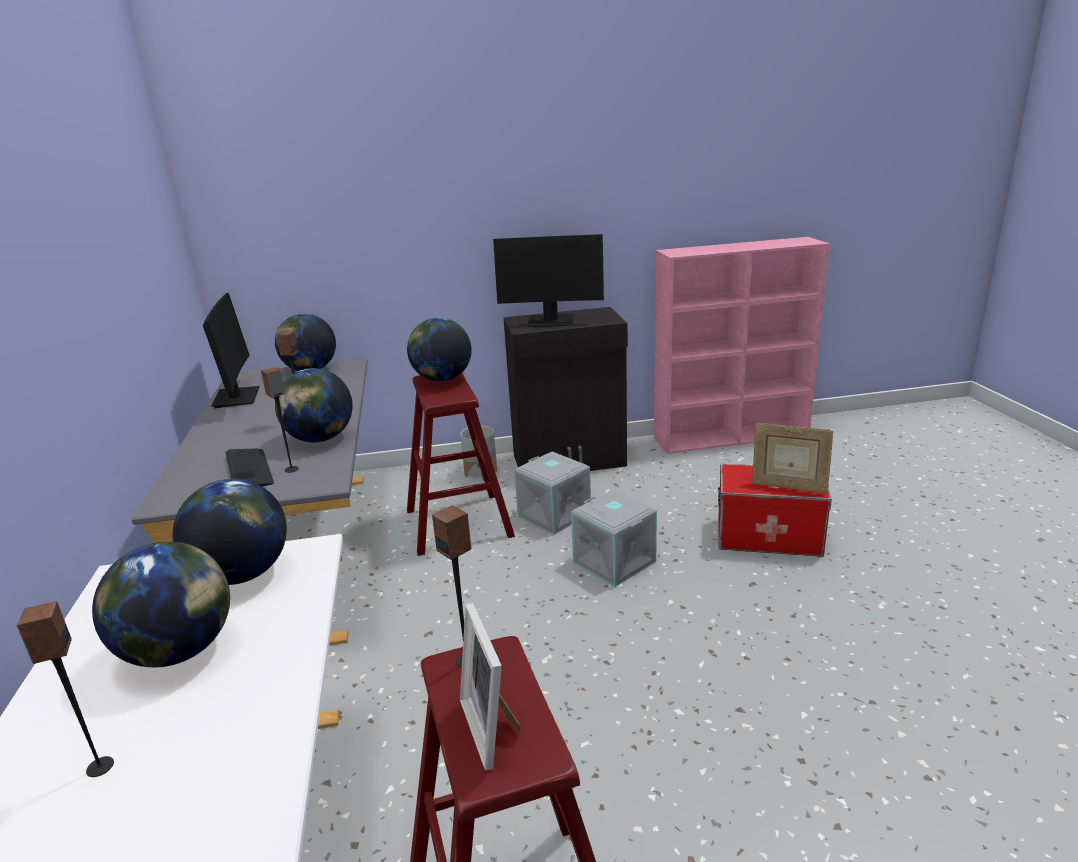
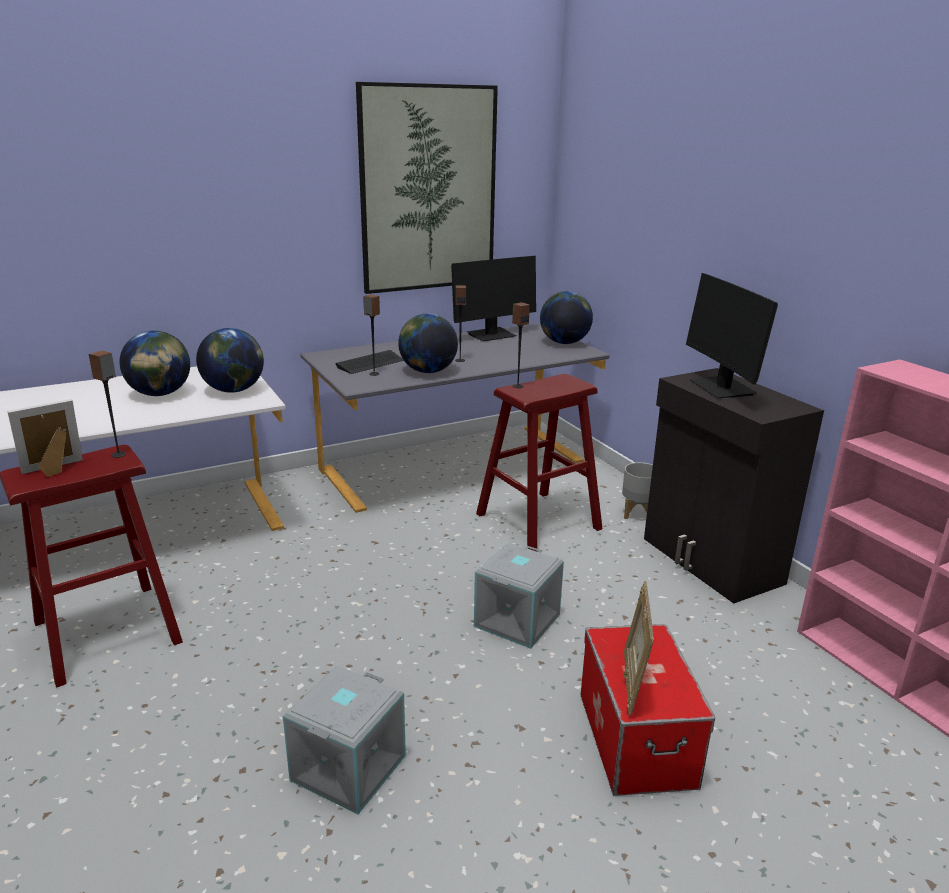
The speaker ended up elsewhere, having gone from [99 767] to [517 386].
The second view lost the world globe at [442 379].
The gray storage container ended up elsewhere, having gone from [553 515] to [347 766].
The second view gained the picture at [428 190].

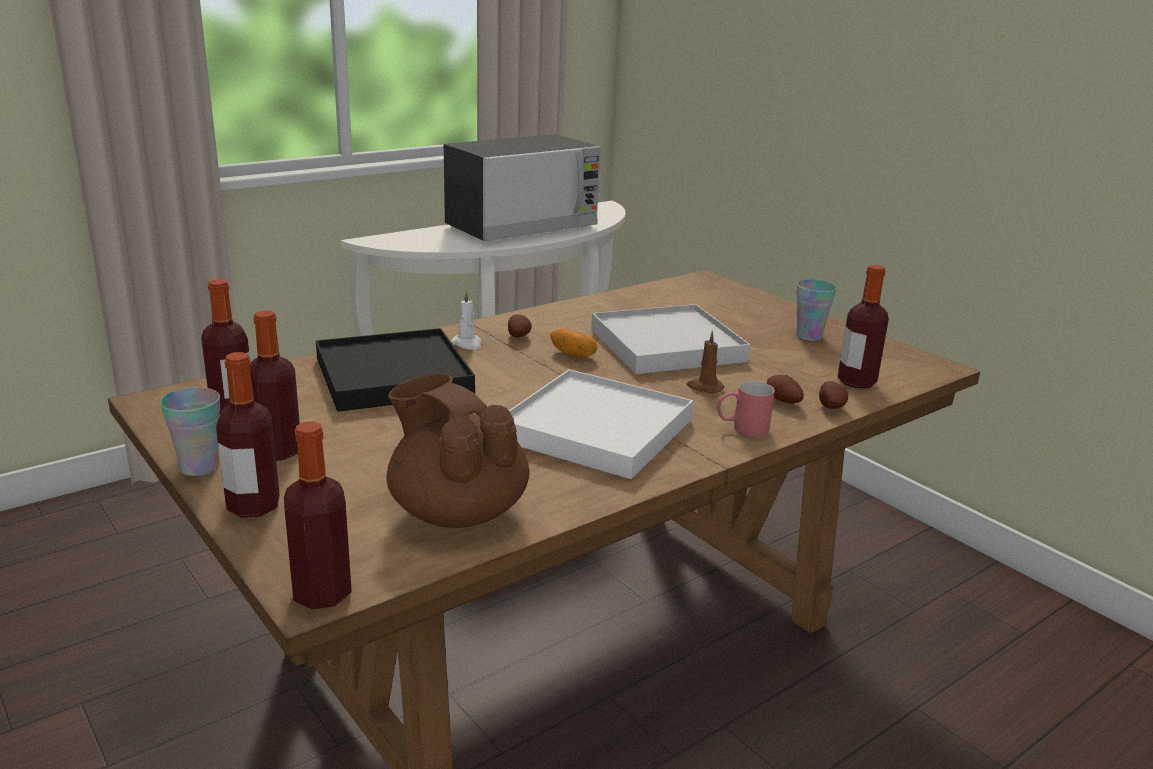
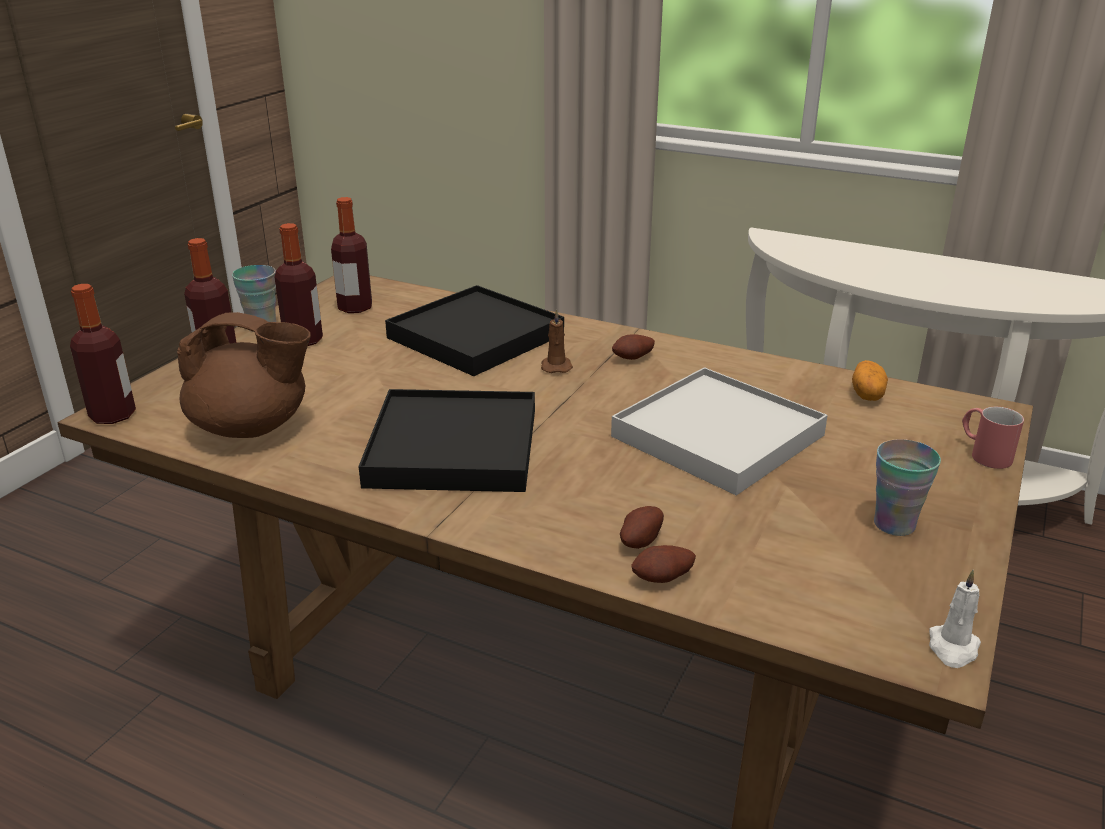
The brown-coloured tea pot at [457 511] ended up facing another way, 75 degrees clockwise from before.
The second view lost the kitchen microwave at [522 226].
The white-coloured wax candle ended up elsewhere, having gone from [467 344] to [953 648].
What was the white-coloured tray at [596 429] turned into the black tray at [453 447].
The potato ended up elsewhere, having gone from [573 354] to [867 394].
The brown-coloured wax candle ended up elsewhere, having gone from [704 387] to [556 366].
The reddish tea mug ended up elsewhere, having gone from [742 428] to [983 454].
The second view lost the beverage bottle at [856 382].

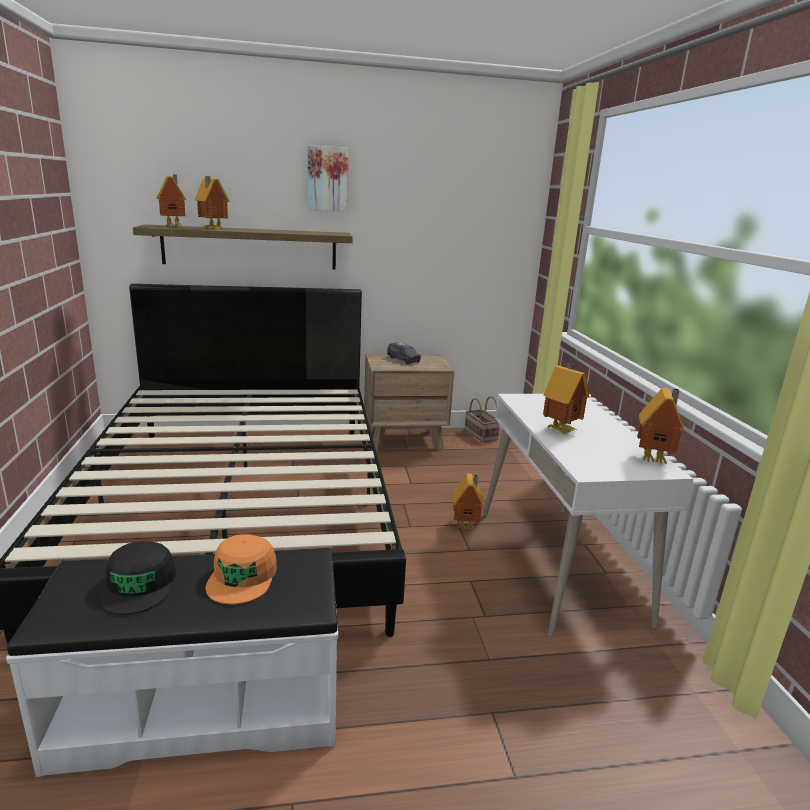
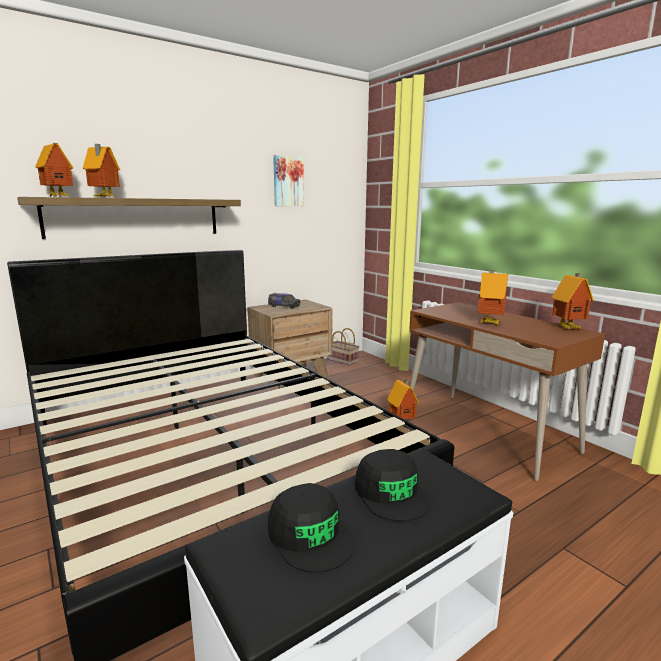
What was the orange peaked cap at [243 577] turned into the black peaked cap at [391 493].
The picture ended up elsewhere, having gone from [327 179] to [287 181].
What was the white-coloured desk at [558 564] turned into the brown-coloured desk at [487 432].

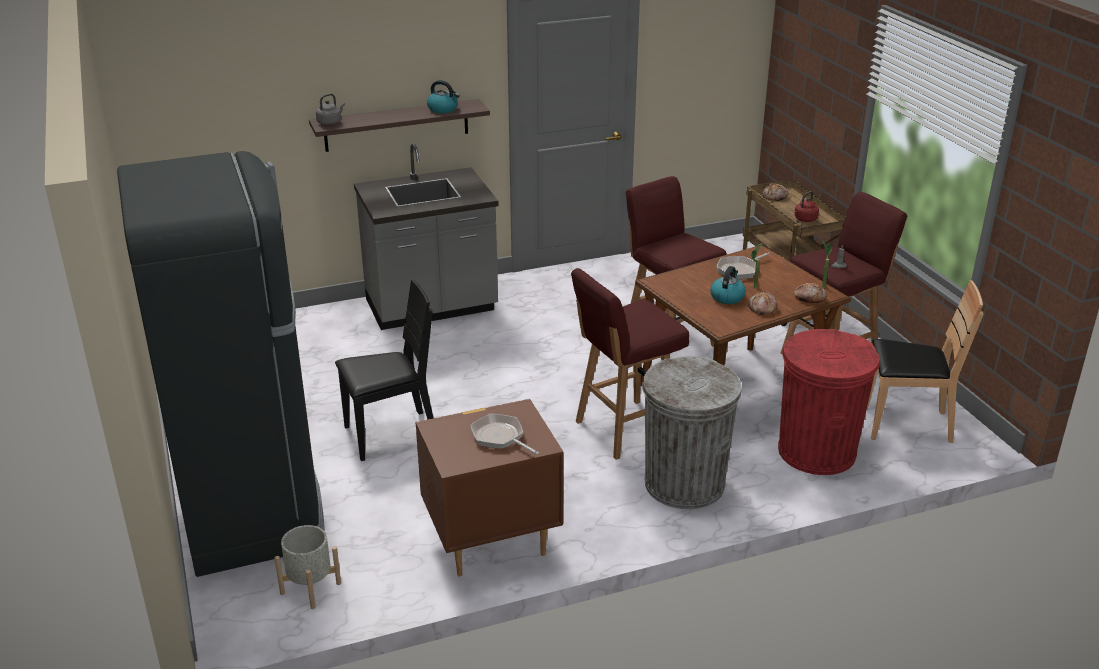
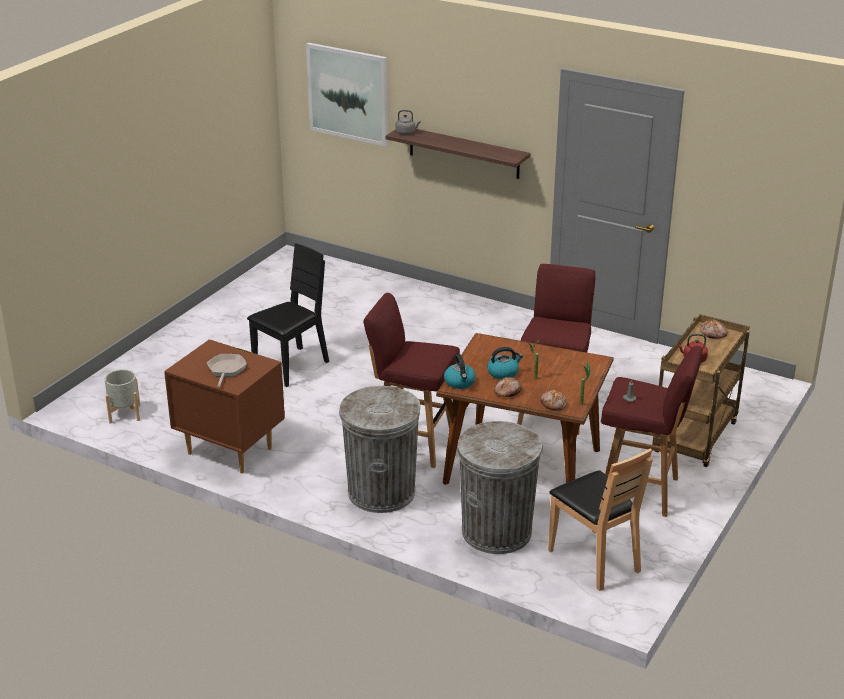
The second view lost the black fridge at [252 511].
The black upright chair at [390 435] ended up facing another way, 75 degrees counterclockwise from before.
The second view lost the gray kitchen base unit at [431 308].
The kettle ended up elsewhere, having gone from [443 109] to [460 382].
The second view lost the pan at [740 270].
What was the reddish waste bin at [816 452] turned into the gray waste bin at [496 531].
The second view gained the picture at [348 93].

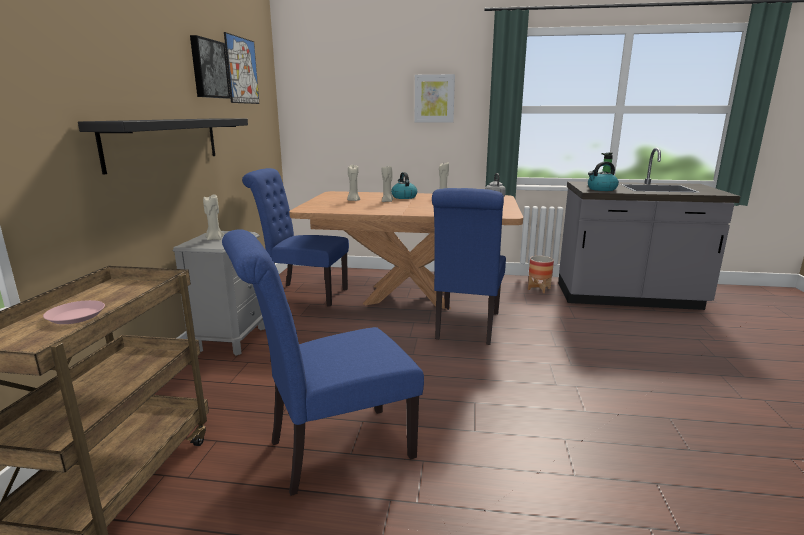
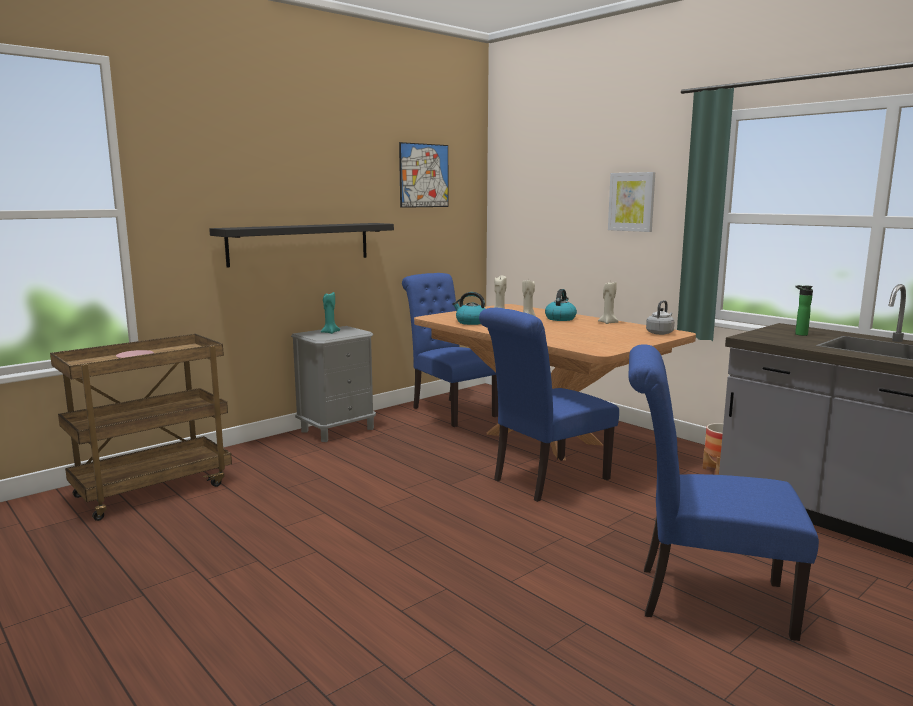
The second view lost the picture at [208 69].
What was the sand-coloured wax candle at [214 239] turned into the turquoise wax candle at [330 332].
The blue upright chair ended up elsewhere, having gone from [332 451] to [702 598].
The kettle ended up elsewhere, having gone from [601 189] to [471 322].

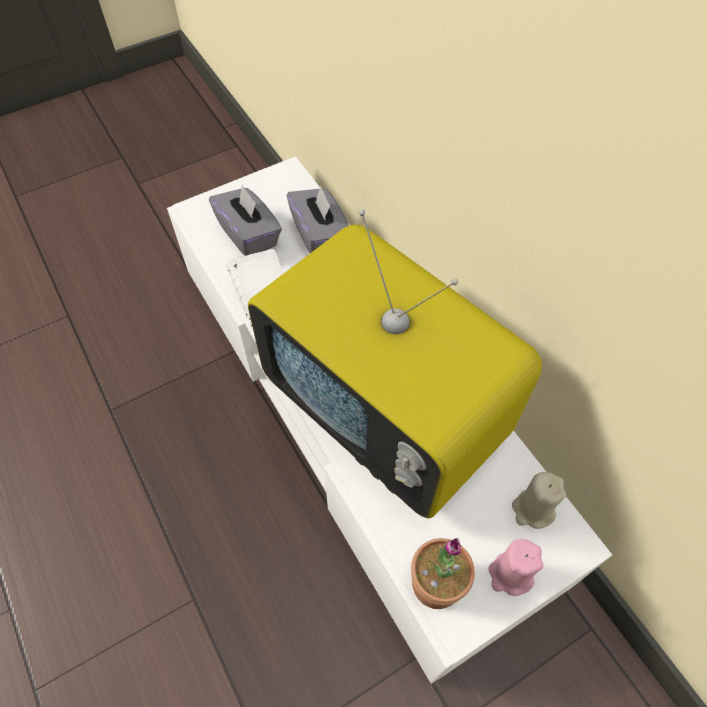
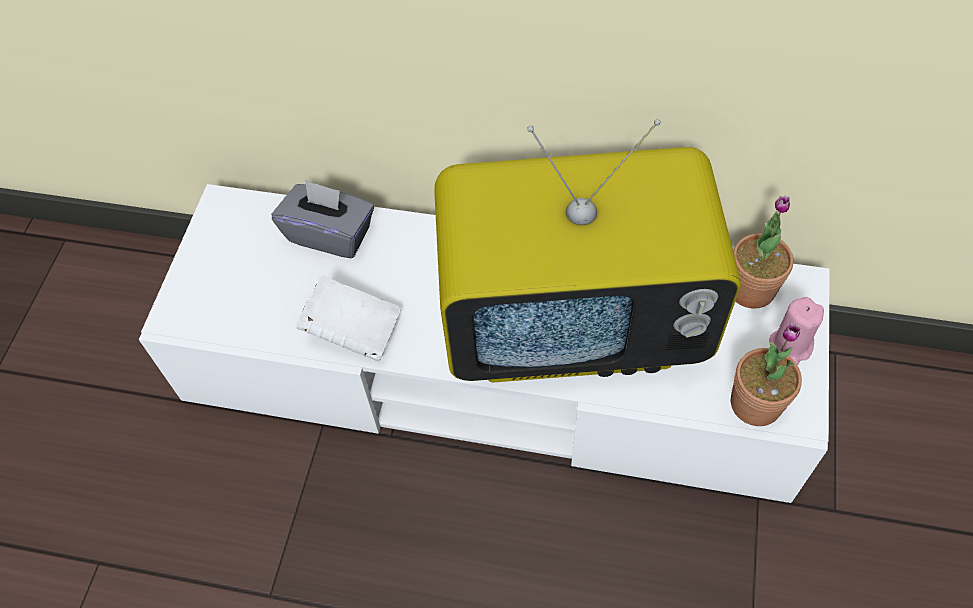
The second view lost the gray tissue box at [249 235].
Where the sand-coloured wax candle stood at [532 510], the plant in a pot came to stand at [751 289].

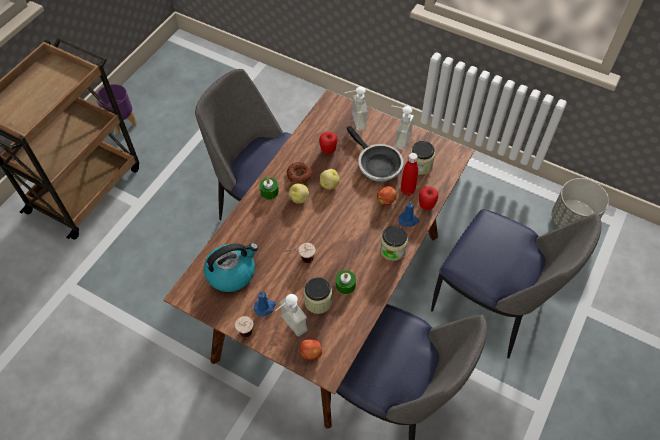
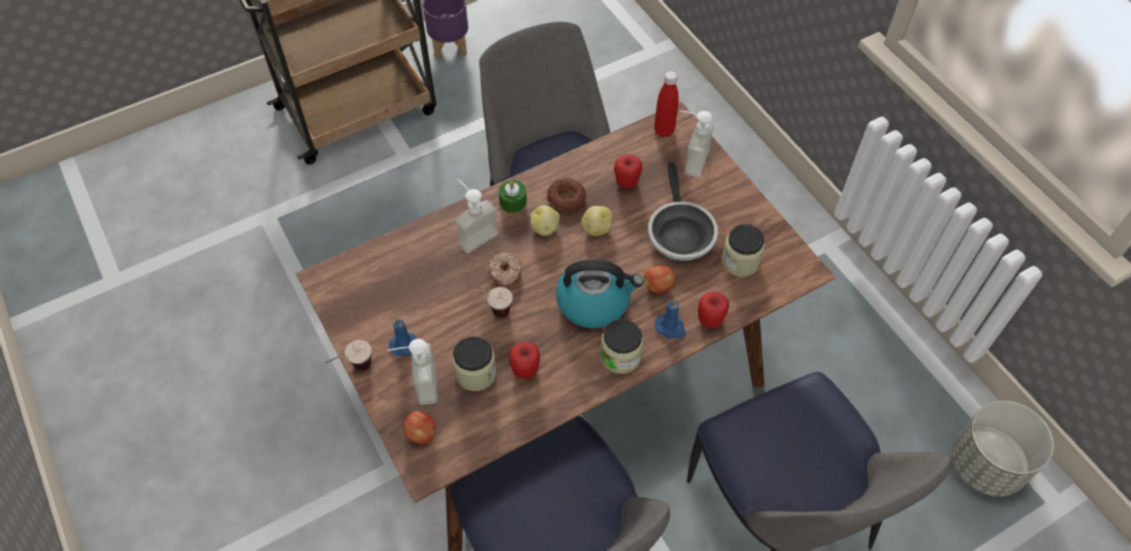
The kettle ended up elsewhere, having gone from [231 272] to [594 302].
Where the greenish wax candle stood at [345 285], the apple fruit came to stand at [525 370].
The soap dispenser ended up elsewhere, having gone from [398 138] to [474 233].
The reddish beverage bottle ended up elsewhere, having gone from [407 190] to [664 131].
The second view gained the doughnut at [505 273].

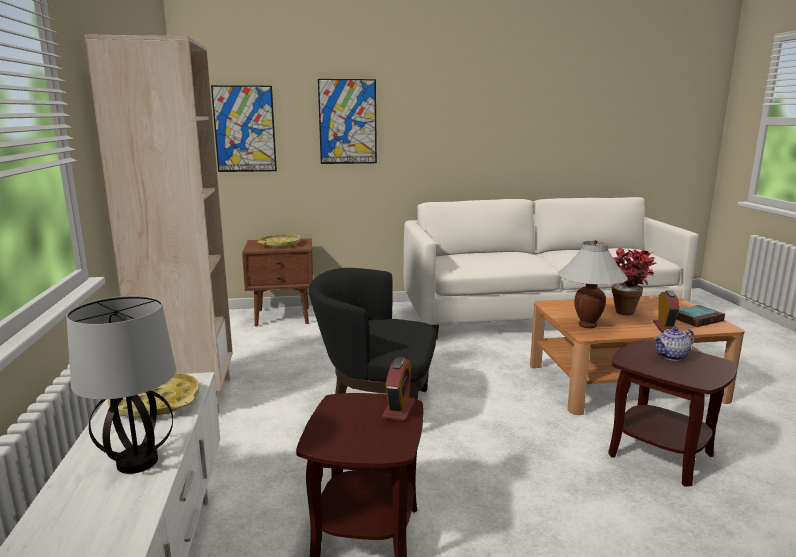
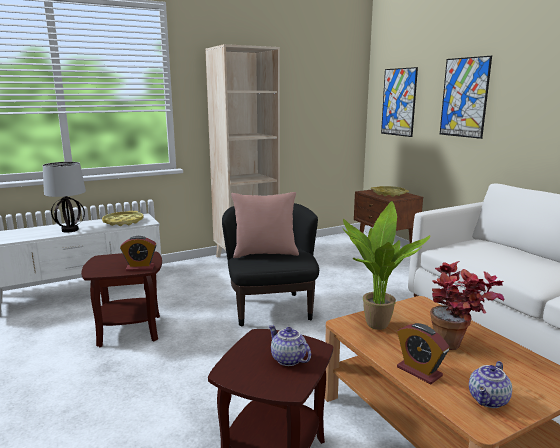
Where the white-coloured lamp for a table stood at [587 325], the plant in a pot came to stand at [373 324].
The table clock at [665 327] ended up facing another way, 60 degrees clockwise from before.
Where the bound book stood at [697 319], the tea pot came to stand at [489 400].
The second view gained the pink-coloured throw pillow at [265 253].

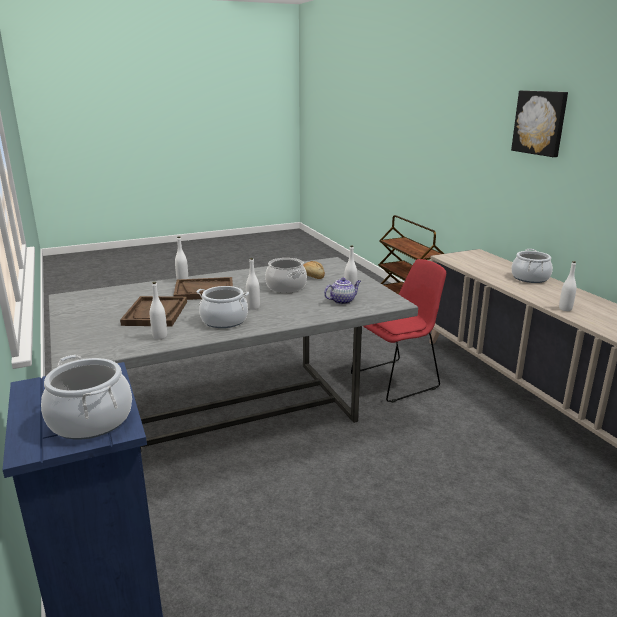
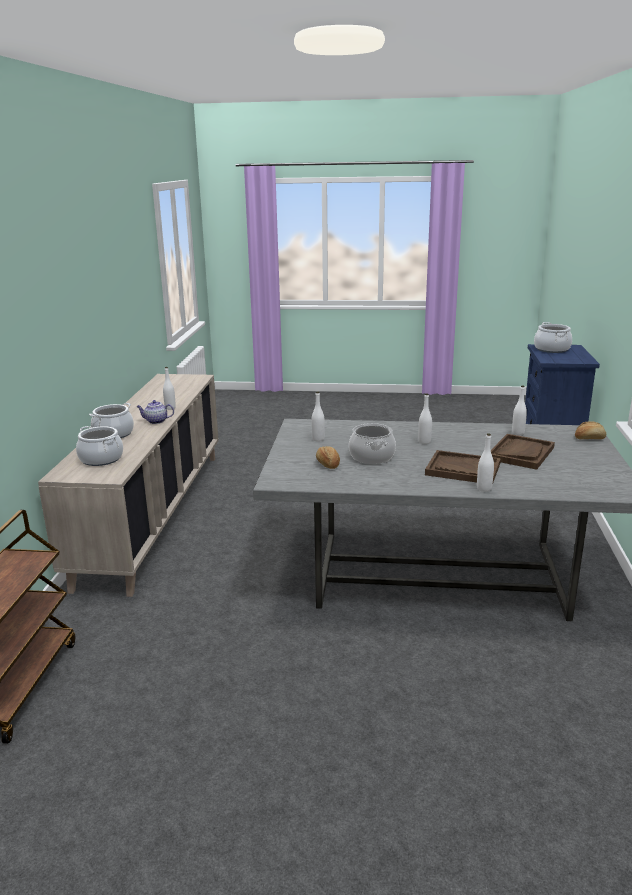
The stockpot ended up elsewhere, having gone from [224 320] to [101 459].
The tea pot ended up elsewhere, having gone from [342 301] to [156 421].
The second view lost the reddish upright chair at [397 380].
The second view lost the picture at [540 123].
The second view gained the baked bread at [589 438].

